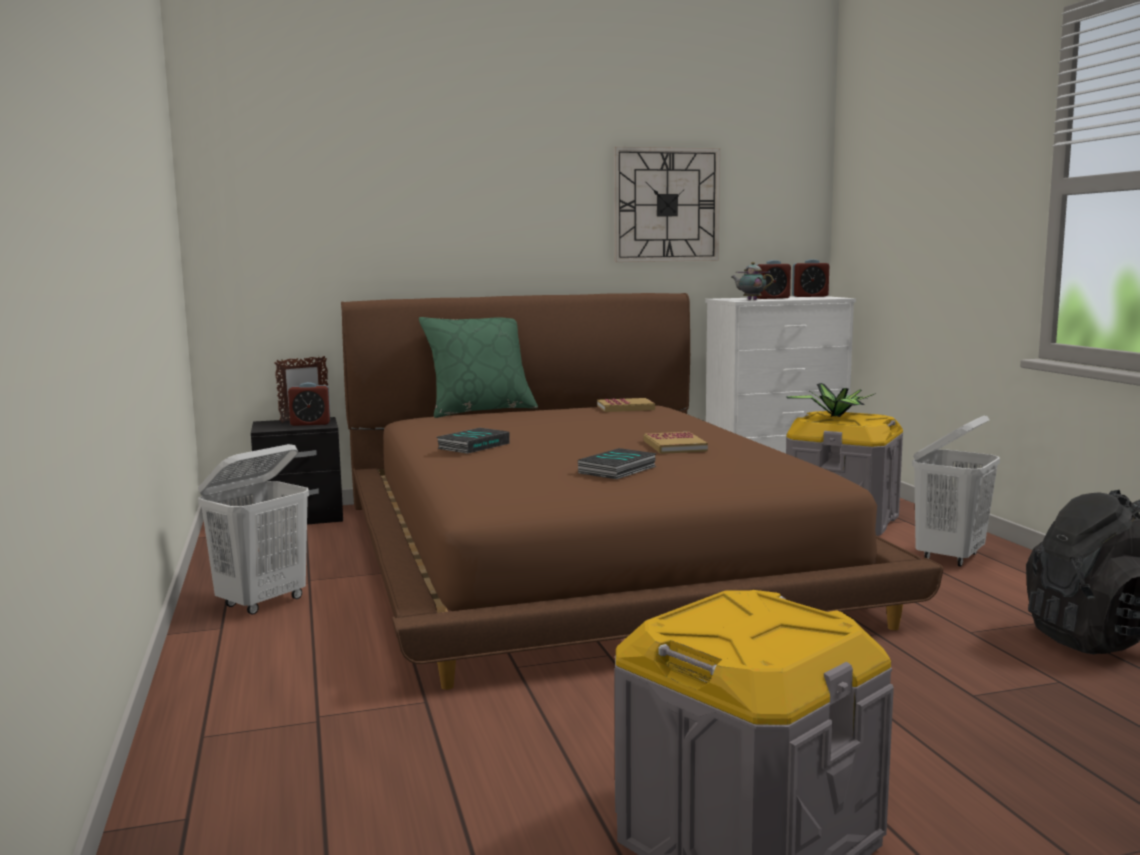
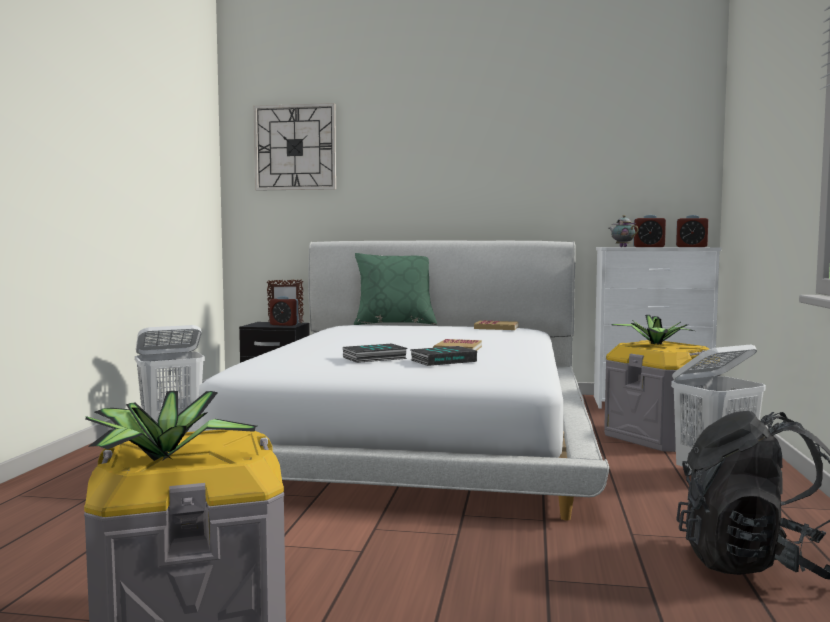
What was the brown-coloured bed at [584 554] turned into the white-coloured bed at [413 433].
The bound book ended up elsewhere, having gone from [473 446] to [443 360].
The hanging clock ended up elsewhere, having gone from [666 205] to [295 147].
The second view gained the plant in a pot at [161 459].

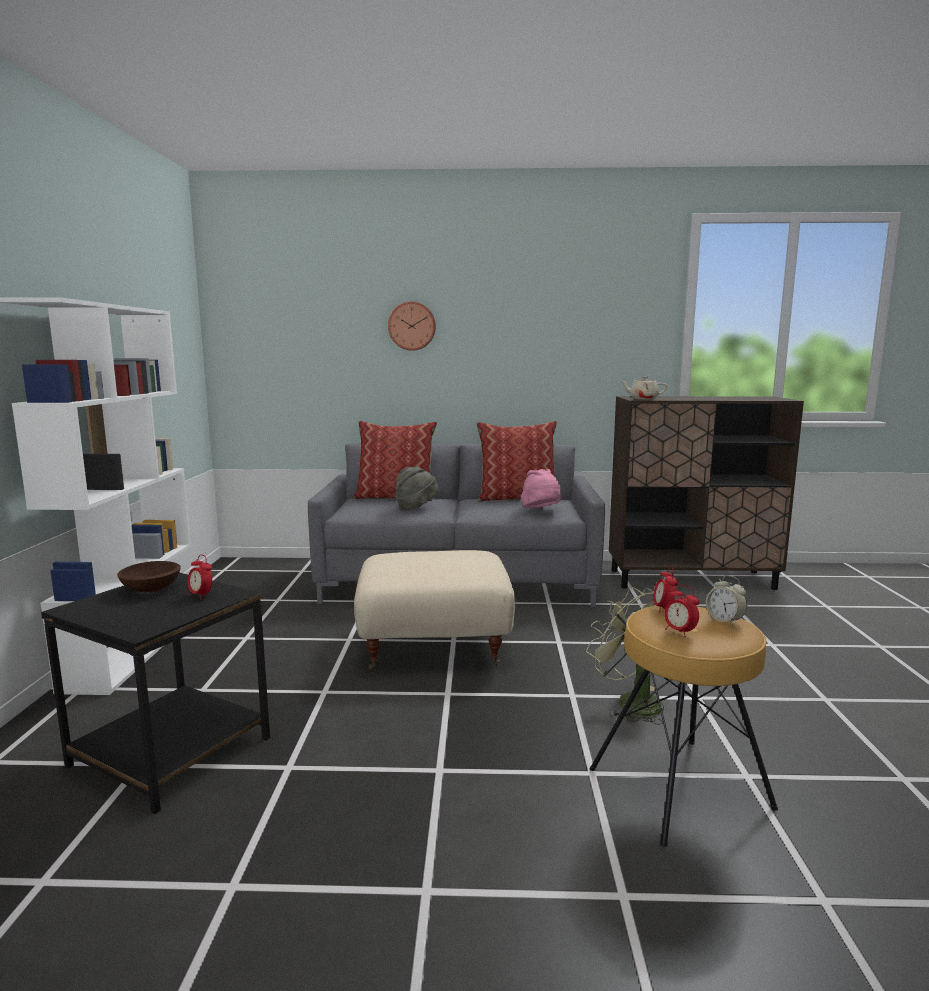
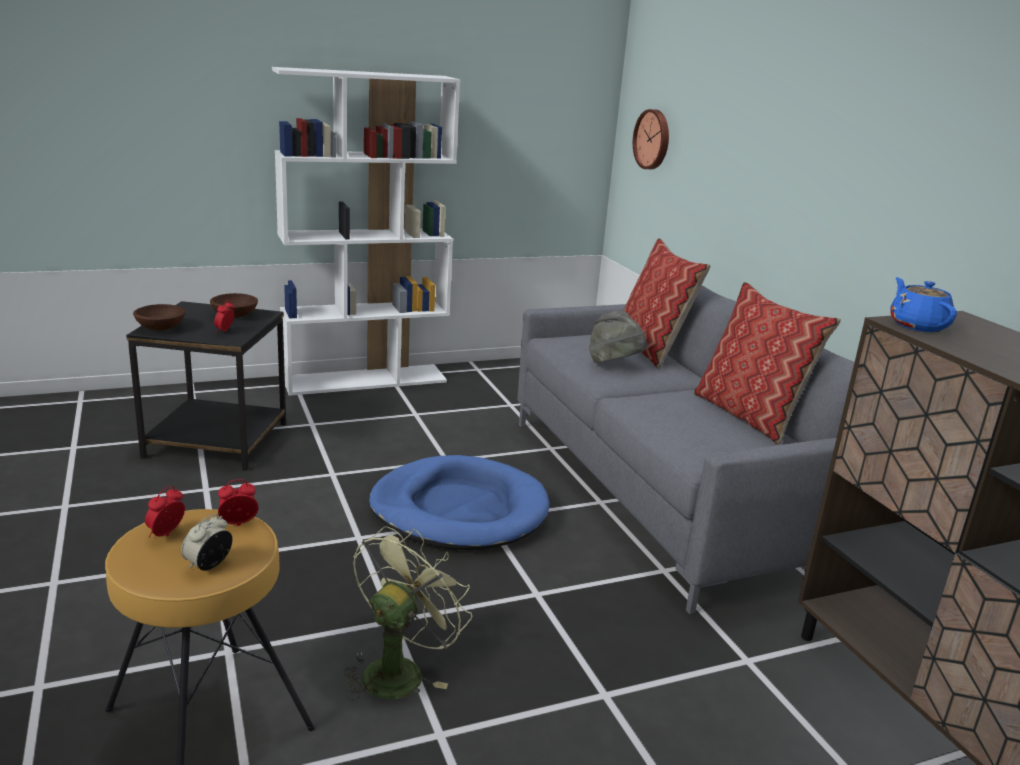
Where the sand-coloured ottoman stood at [433 647], the blue dog cushion came to stand at [459 510].
The hanging clock ended up elsewhere, having gone from [412 326] to [653 139].
The second view lost the pink-coloured wearable hat at [541 511].
What was the sand-coloured tea pot at [643 399] turned into the blue tea pot at [917 325].
The second view gained the brown-coloured deep dish at [160 328].

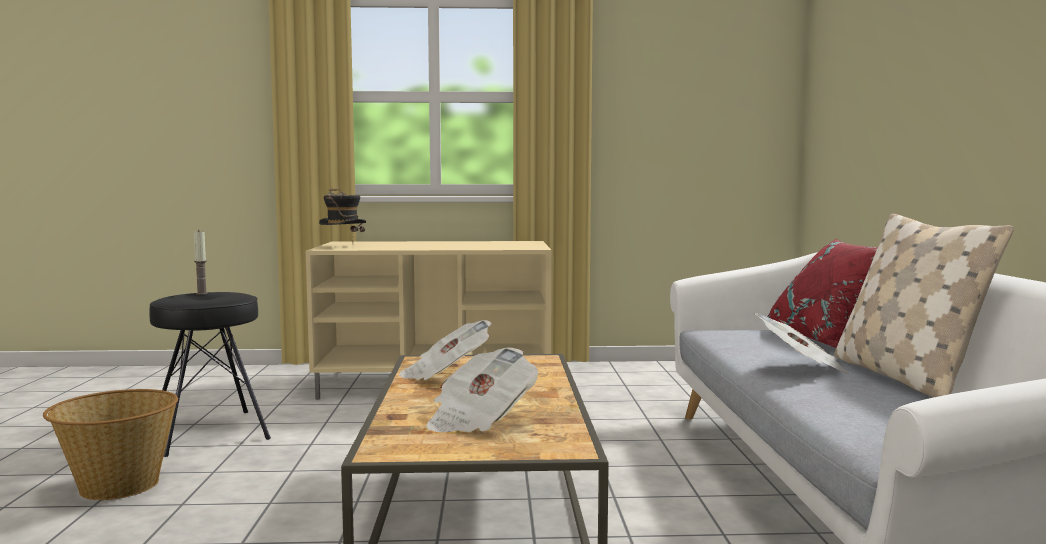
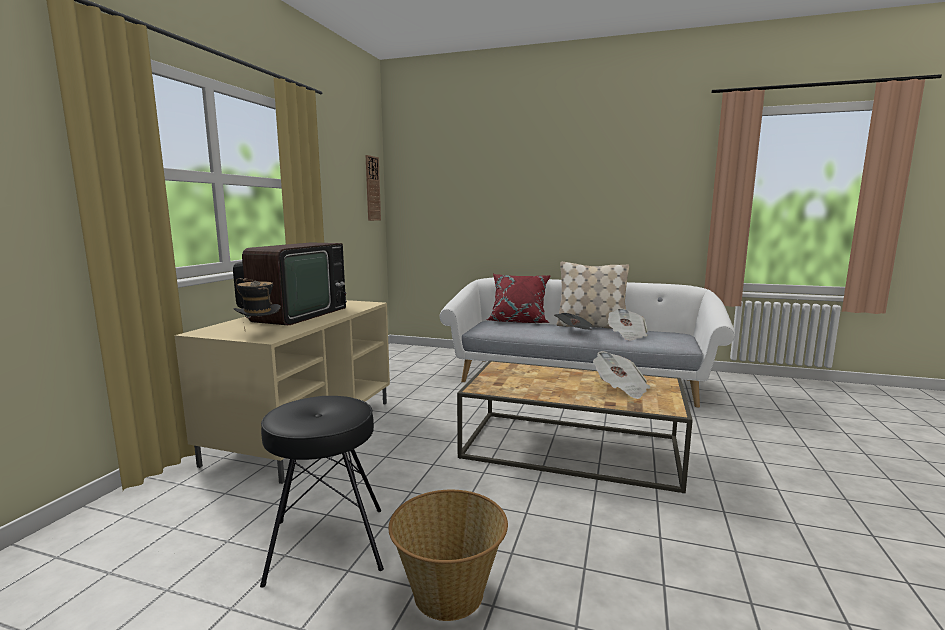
The second view lost the wax candle at [201 293].
The printed paper ended up elsewhere, having gone from [445 374] to [627 335].
The second view gained the TV at [294 315].
The second view gained the hanging clock at [372 188].

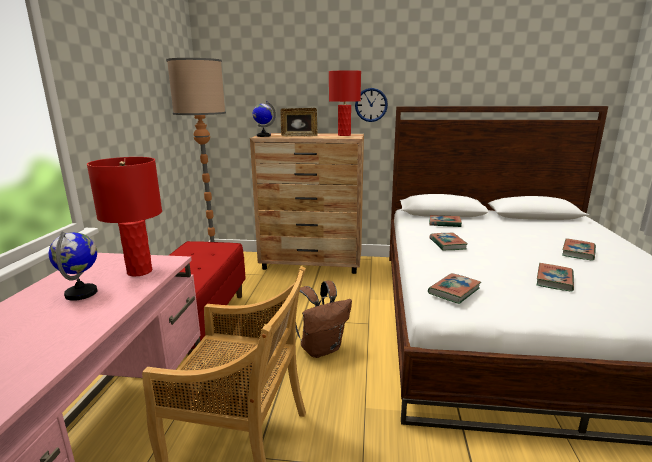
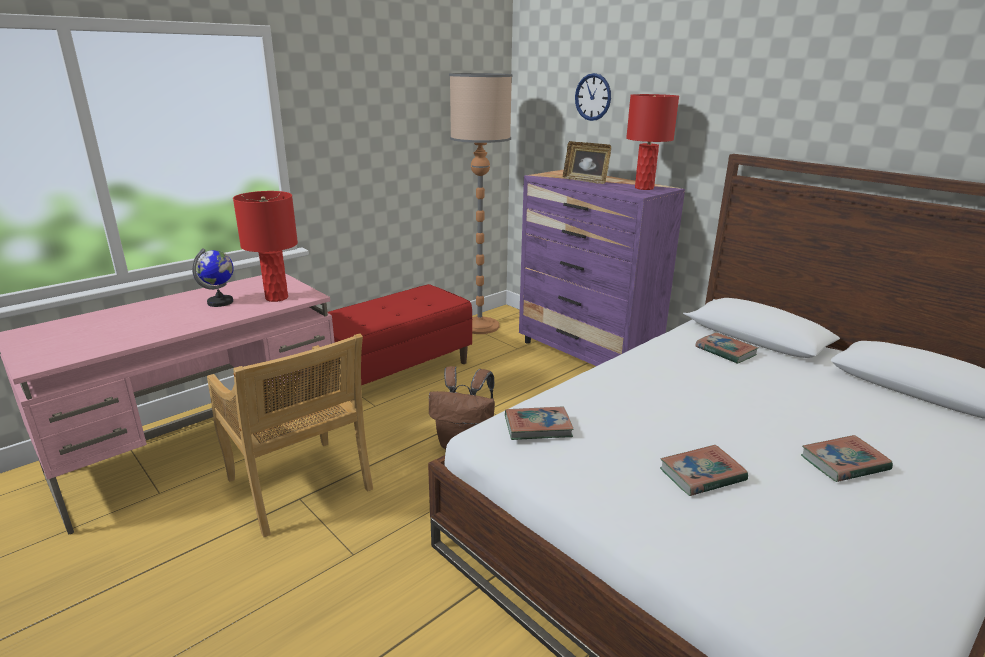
What was the brown-coloured chest of drawers at [312 263] turned into the purplish chest of drawers at [587 354].
The second view lost the world globe at [263 136].
The hanging clock ended up elsewhere, having gone from [371 105] to [593 97].
The second view lost the bound book at [447 244].

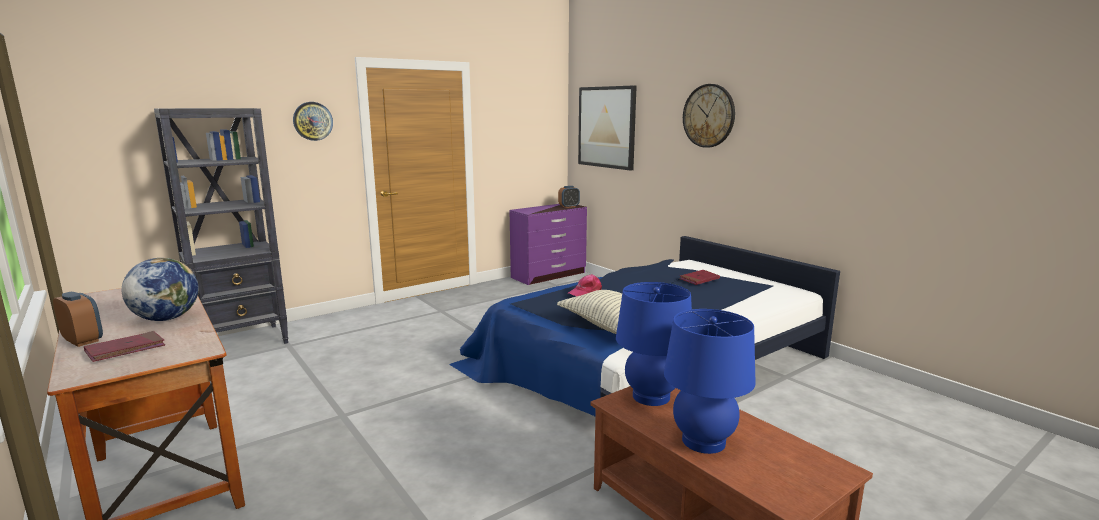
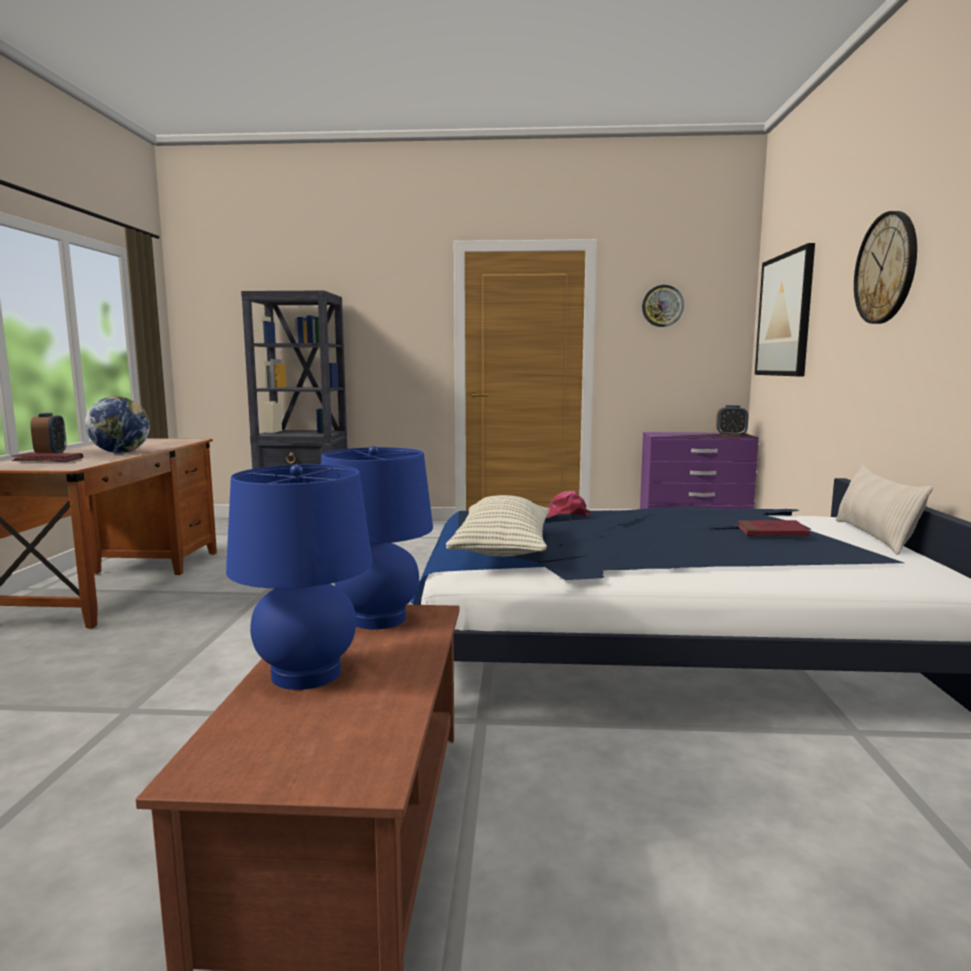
The hanging clock ended up elsewhere, having gone from [312 121] to [662 306].
The second view gained the sand-coloured throw pillow at [874 536].

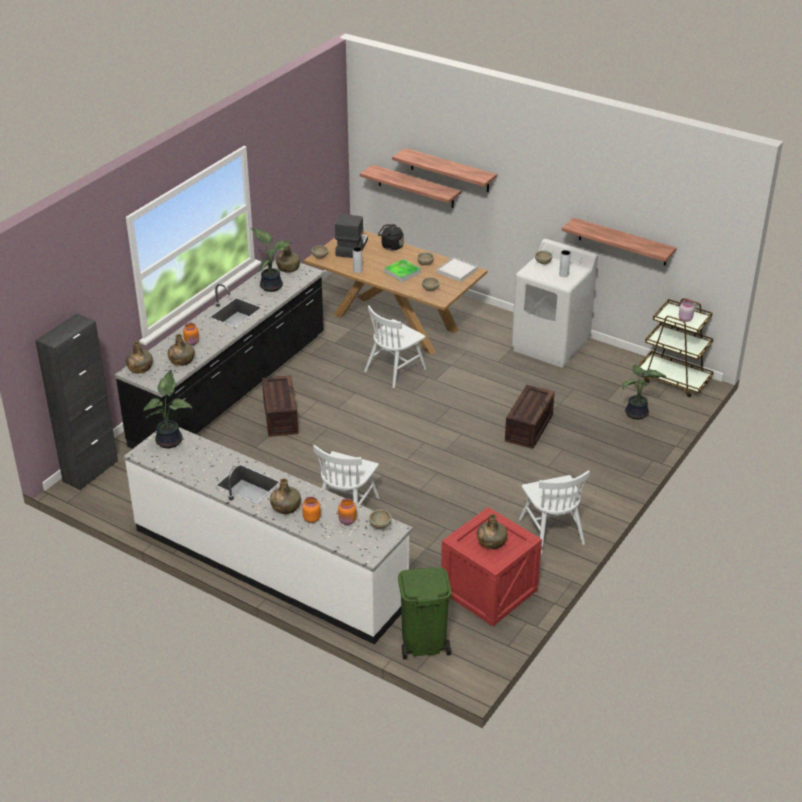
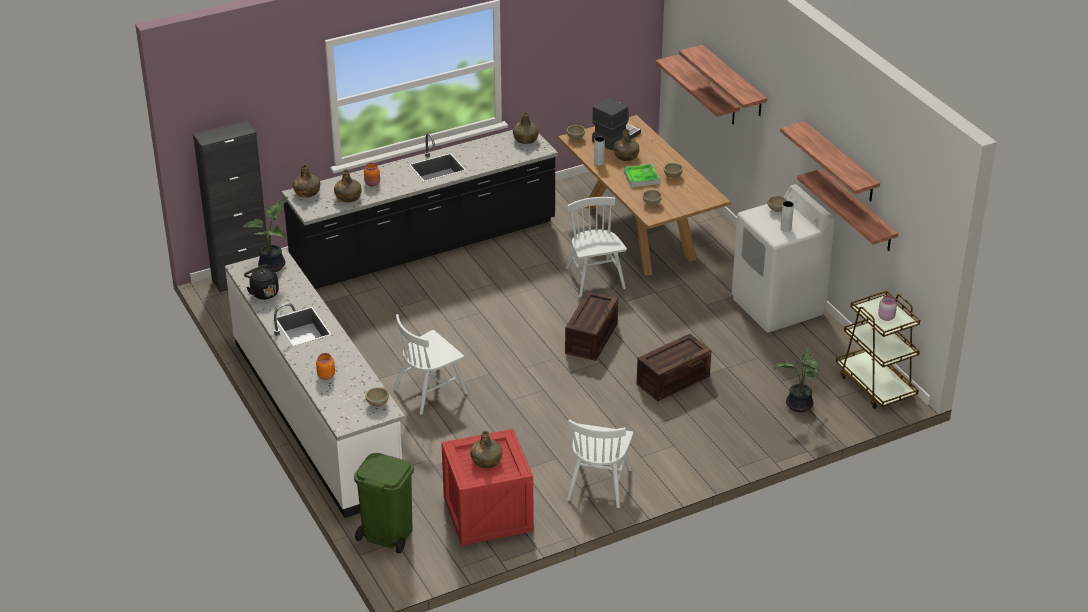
The second view lost the plant in a pot at [271 286].
The packing crate ended up elsewhere, having gone from [281 418] to [592 339].
The greenish beverage bottle ended up elsewhere, having gone from [286 507] to [626 156].
The second view lost the orange preserve jar at [347 521].
The white-coloured upright chair at [395 370] ended up facing another way, 90 degrees clockwise from before.
The black kettle ended up elsewhere, having gone from [390 246] to [263 293].
The second view lost the white-coloured tray at [457 271].
The second view gained the bracket shelf at [840 162].

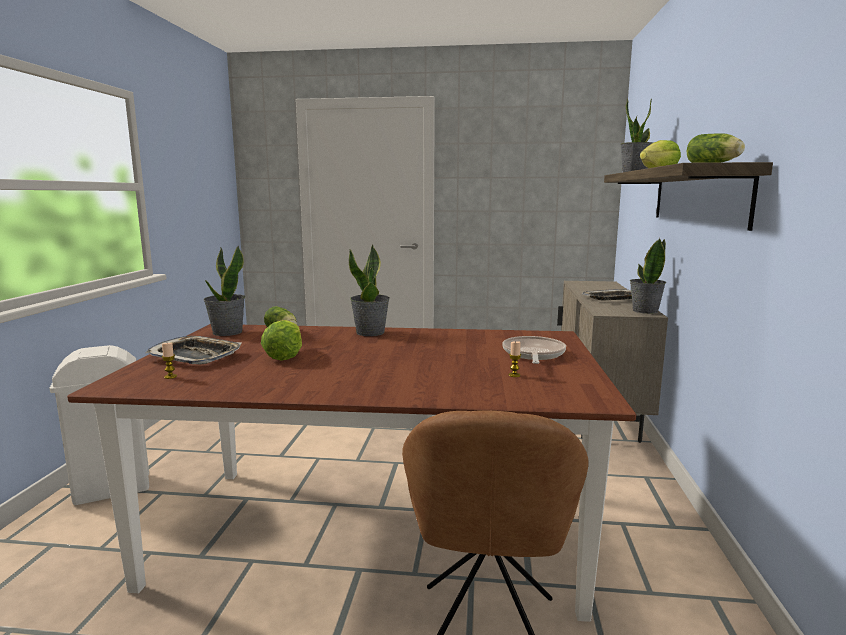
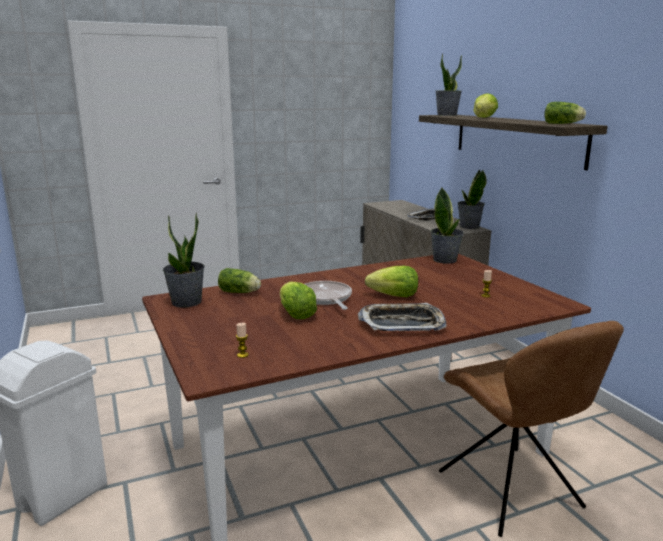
The tray ended up elsewhere, having gone from [196 356] to [402 323].
The plant in a pot ended up elsewhere, having gone from [371 332] to [445 260].
The pan ended up elsewhere, having gone from [533 354] to [325 299].
The second view gained the head of lettuce at [394 296].

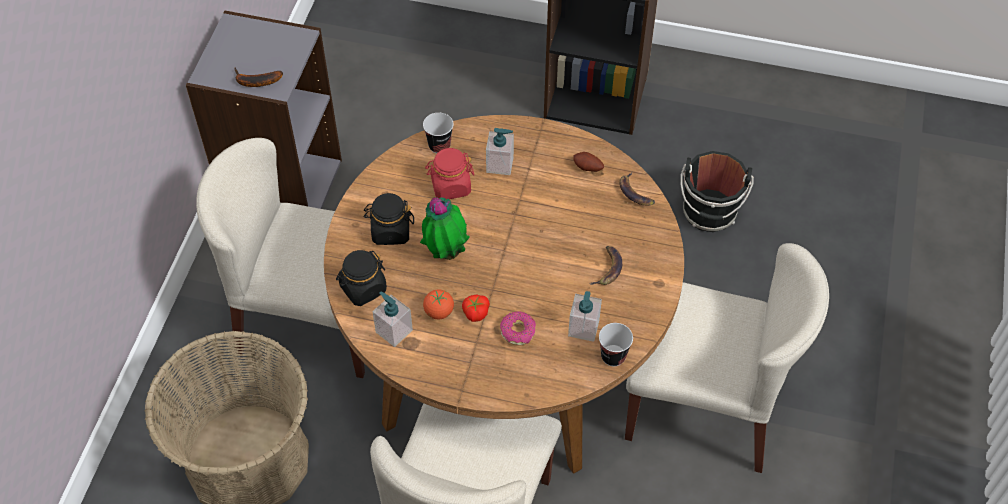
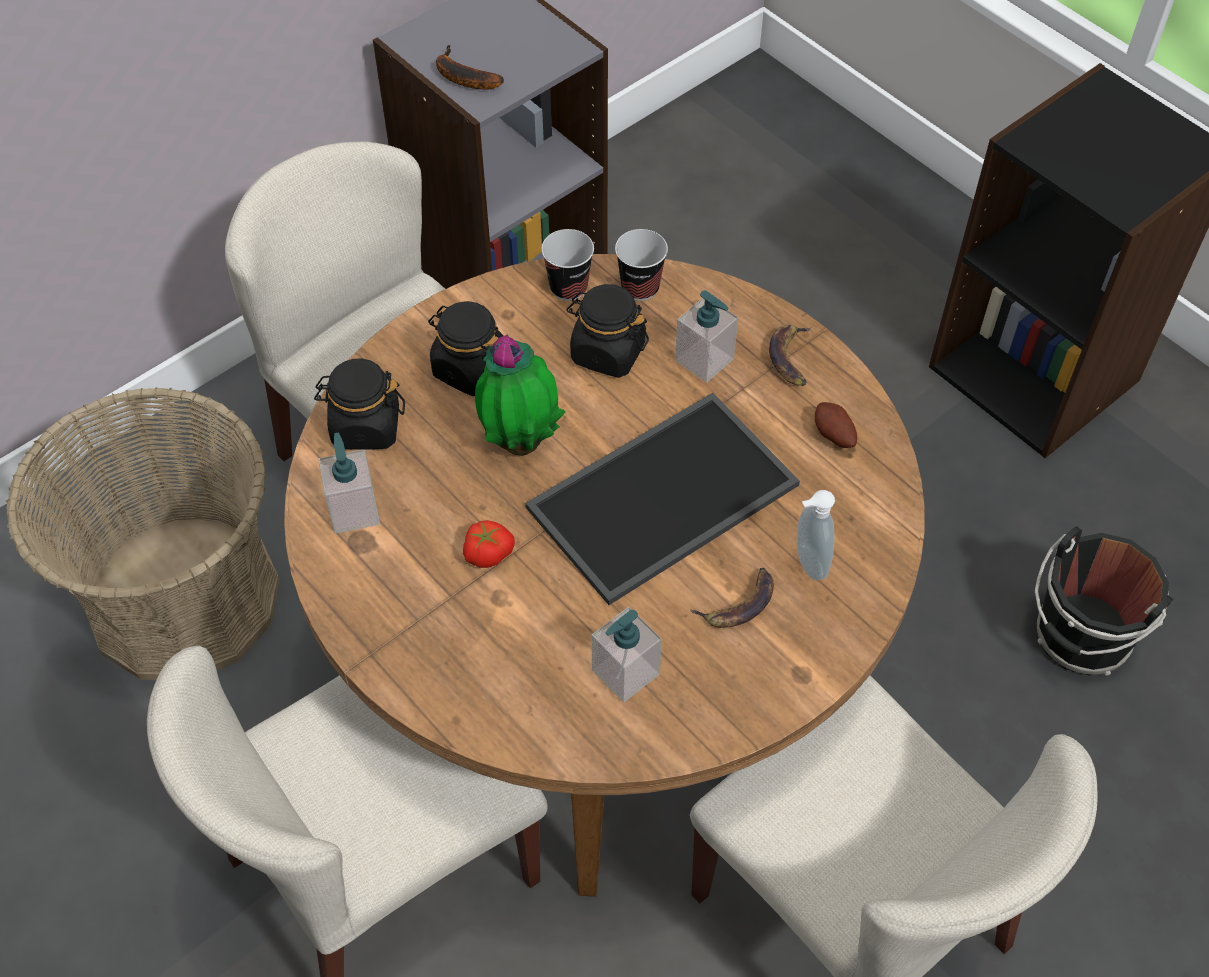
The second view lost the fresh tomato at [439 312].
What was the reddish preserve jar at [450 186] turned into the black preserve jar at [607 352].
The second view lost the doughnut at [518 331].
The drinking cup ended up elsewhere, having gone from [613 356] to [568 287].
The banana ended up elsewhere, having gone from [635 193] to [791 358].
The second view gained the tray at [663 500].
The second view gained the soap dispenser at [807 563].

